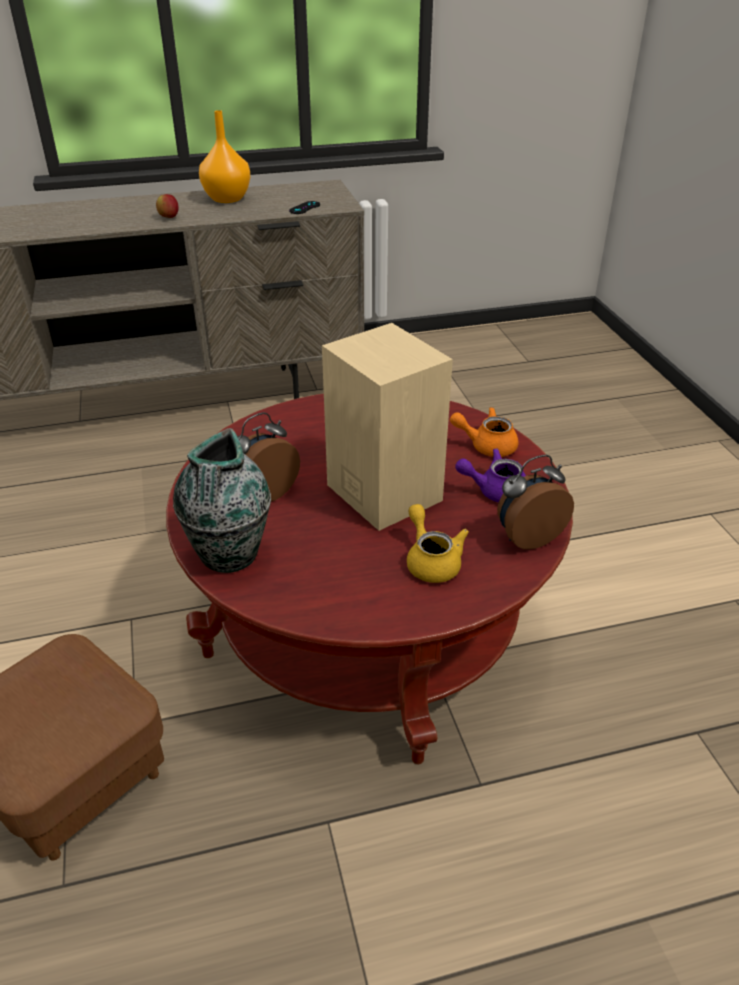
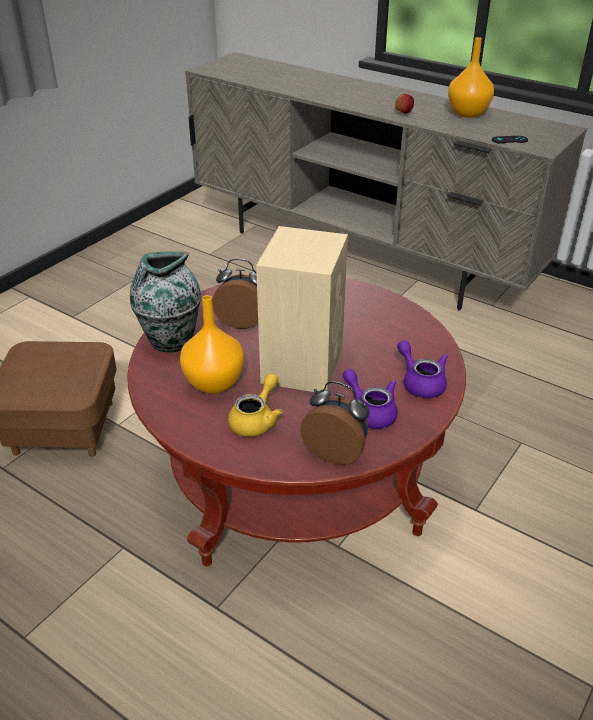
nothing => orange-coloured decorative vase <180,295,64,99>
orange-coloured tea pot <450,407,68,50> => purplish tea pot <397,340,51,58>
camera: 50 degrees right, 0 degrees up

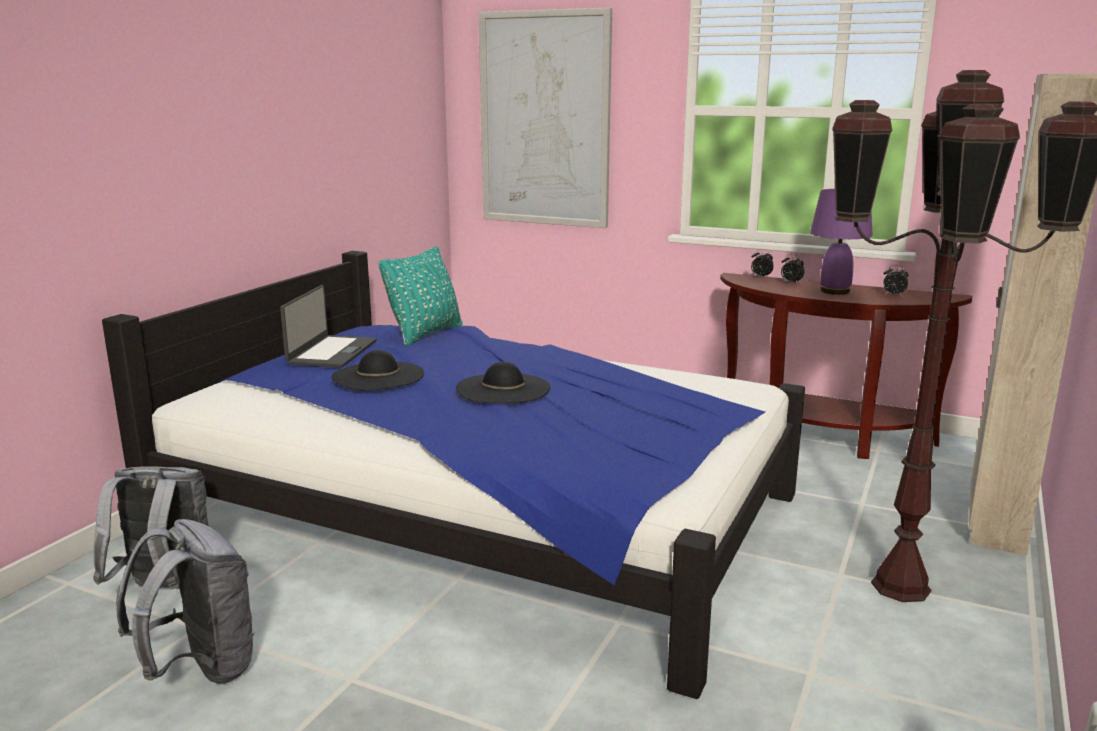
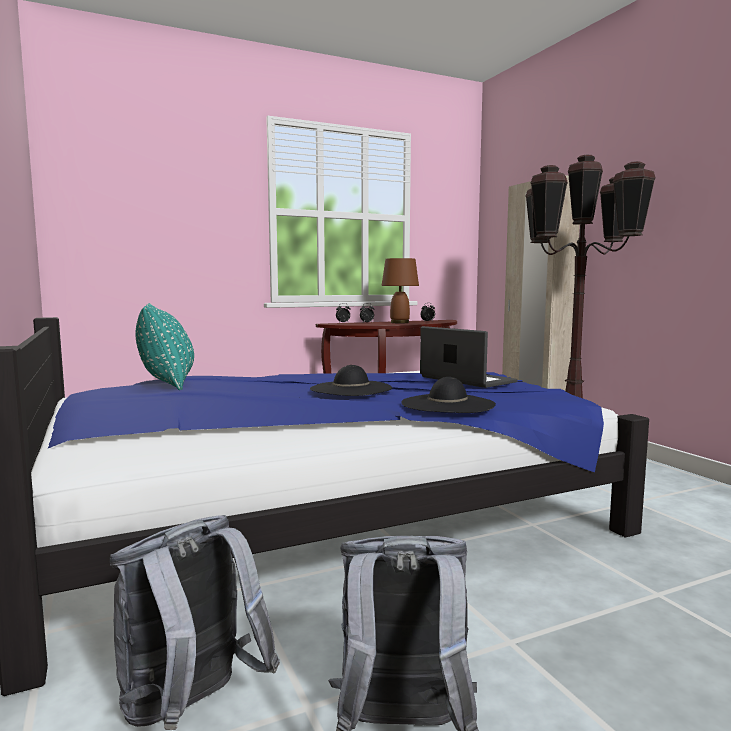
picture <479,8,133,220> => nothing
portable computer <280,285,97,83> => portable computer <420,326,98,62>, move
black-coloured hat <332,350,92,40> => black-coloured hat <401,377,95,36>, move
purplish table lamp <810,189,63,106> => brown-coloured table lamp <381,258,38,65>
camera: 50 degrees left, 10 degrees down

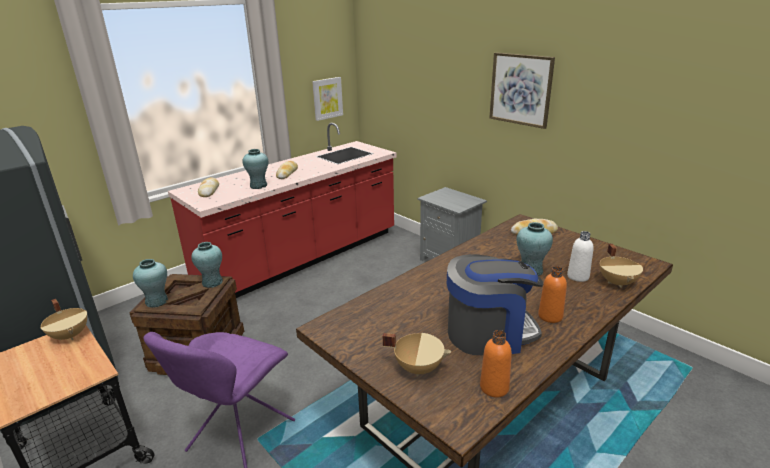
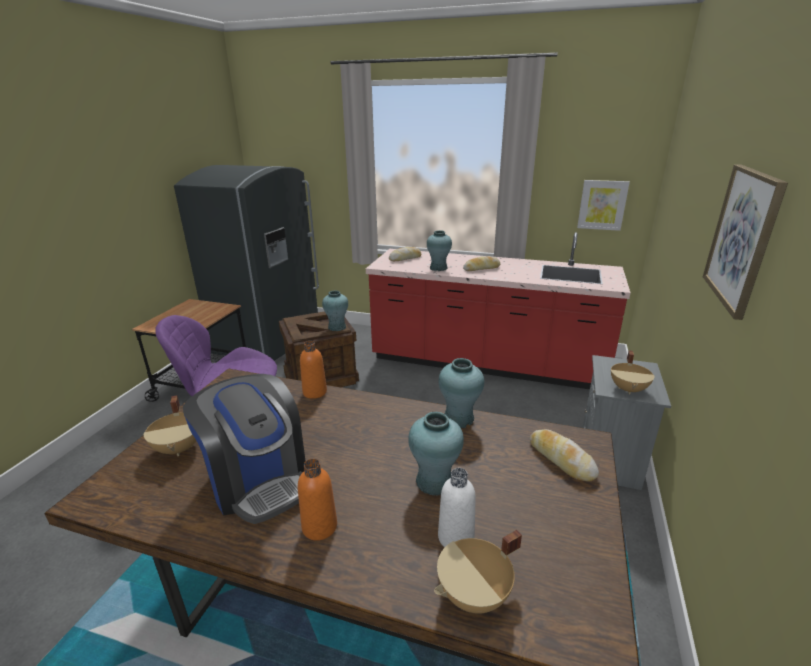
beige cooking pot <41,299,46,41> => beige cooking pot <611,351,44,43>, move
turquoise decorative vase <133,259,35,49> => turquoise decorative vase <439,358,45,70>, move
orange-coloured bottle <480,330,32,67> => orange-coloured bottle <300,341,27,58>, move
camera: 60 degrees right, 0 degrees up

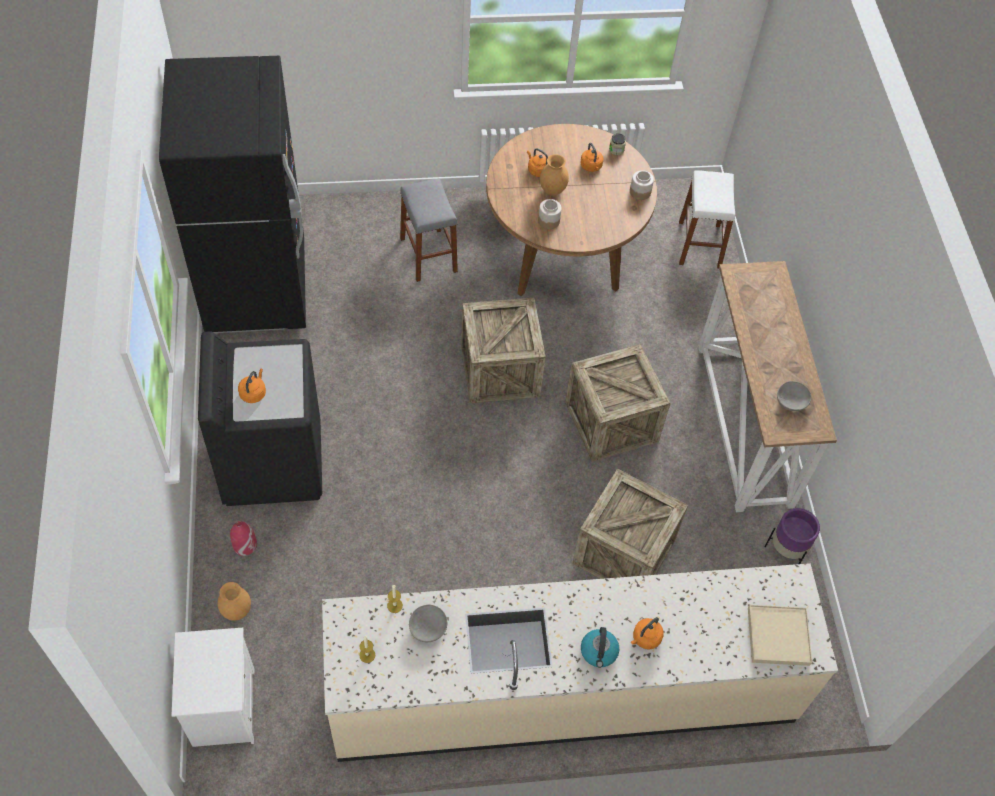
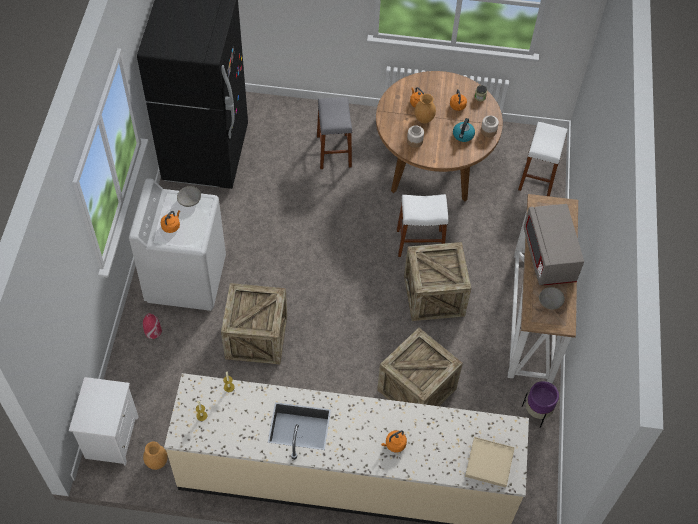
nothing => whitish stool seat <397,194,51,63>
nothing => greyish microwave oven <523,204,61,81>
brown-coloured decorative vase <217,582,34,39> => brown-coloured decorative vase <143,442,25,28>, move
greyish serving bowl <409,605,38,37> => greyish serving bowl <177,186,24,21>, move
packing crate <461,298,85,105> => packing crate <221,283,66,81>, move
kettle <581,627,38,41> => kettle <453,118,22,24>, move
black-coloured washing machine <198,331,124,175> => whitish washing machine <129,178,97,133>
camera: 15 degrees right, 0 degrees up

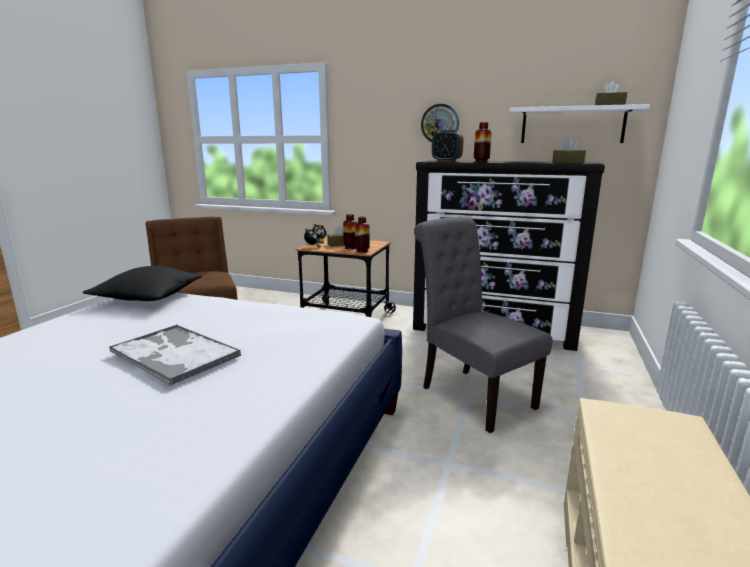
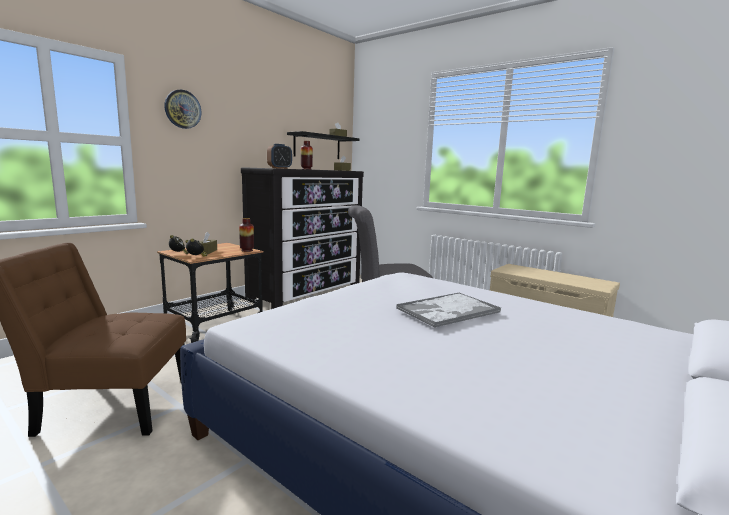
black-coloured pillow <82,266,121,35> => nothing
decorative vase <343,214,14,35> => nothing
hanging clock <421,104,38,38> => hanging clock <164,90,37,39>, move
whitish wall shelf <509,104,141,39> => black-coloured wall shelf <287,131,72,28>
camera: 70 degrees left, 5 degrees down

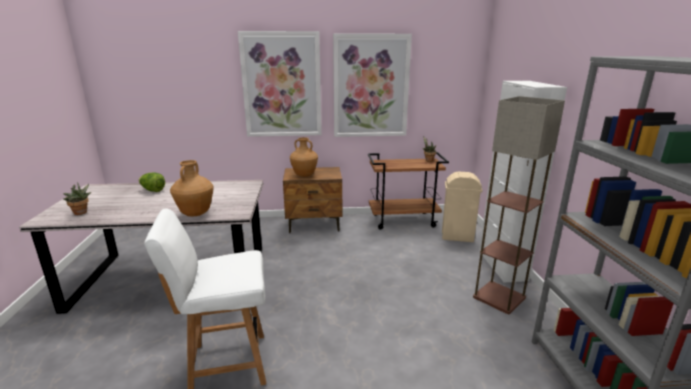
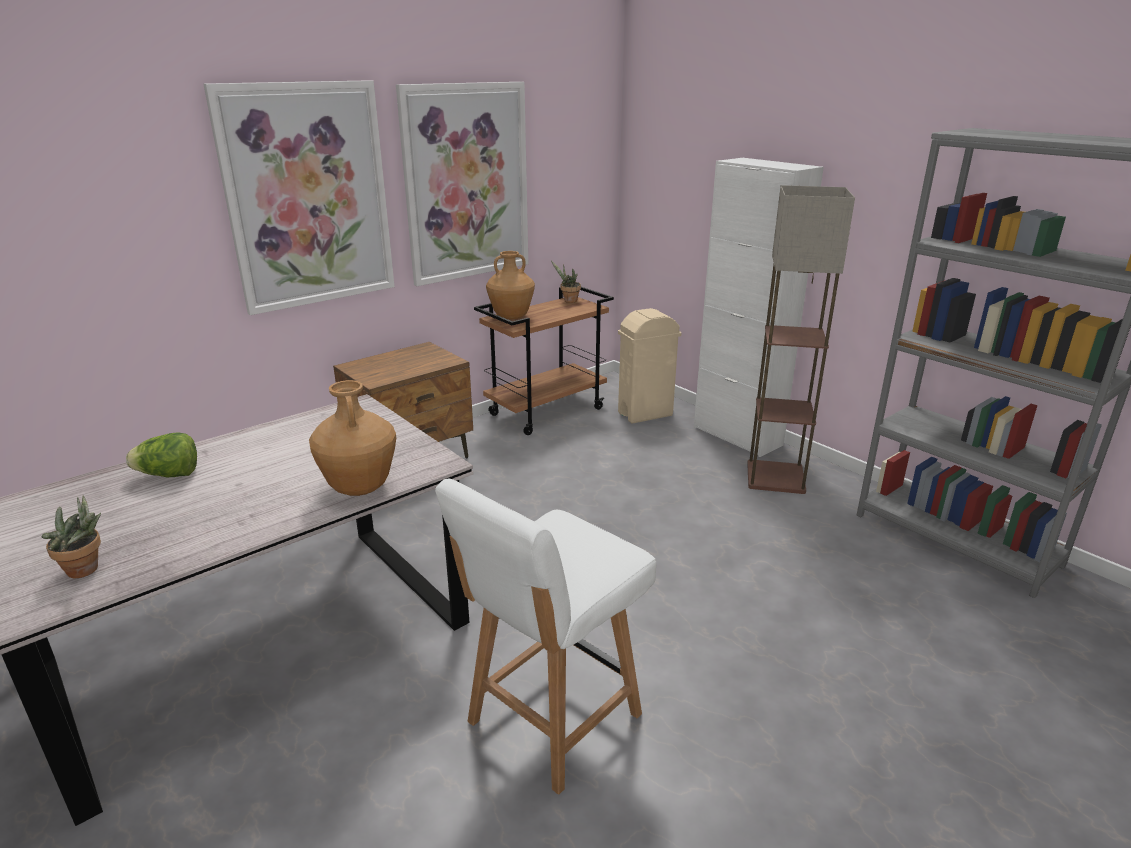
brown-coloured decorative vase <290,137,28,40> => brown-coloured decorative vase <486,251,49,68>, move
camera: 35 degrees left, 5 degrees up

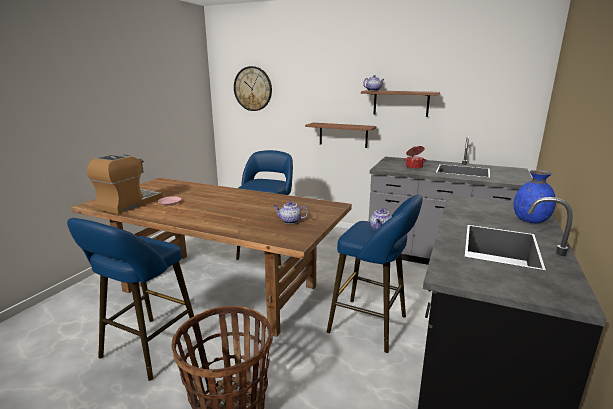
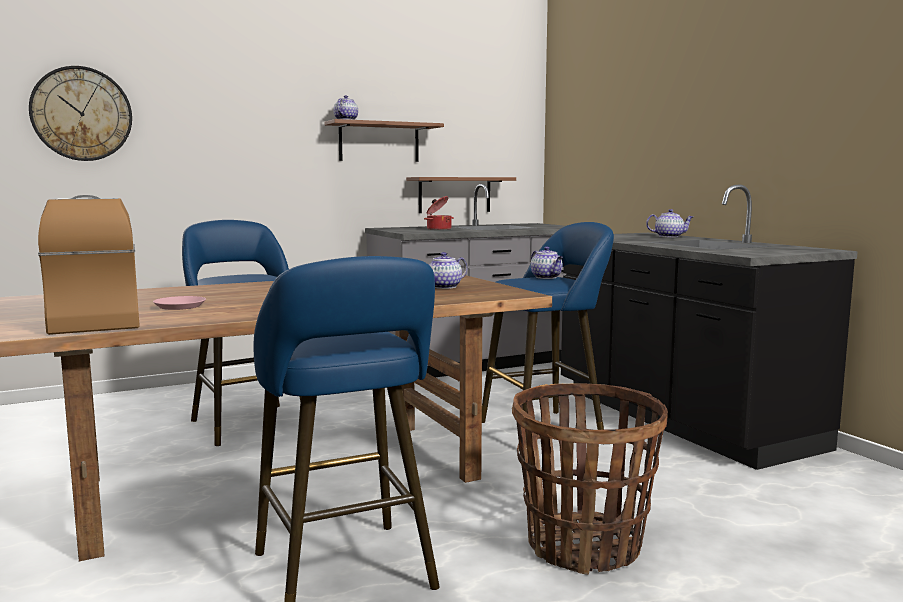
brown-coloured wall shelf <305,123,72,25> => brown-coloured wall shelf <406,177,110,36>, move
blue-coloured decorative vase <514,170,42,53> => tea pot <646,209,47,29>
camera: 50 degrees left, 10 degrees down

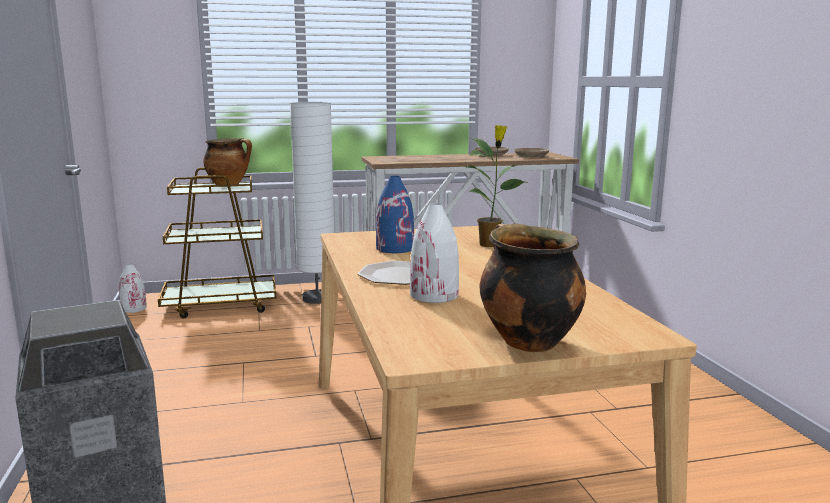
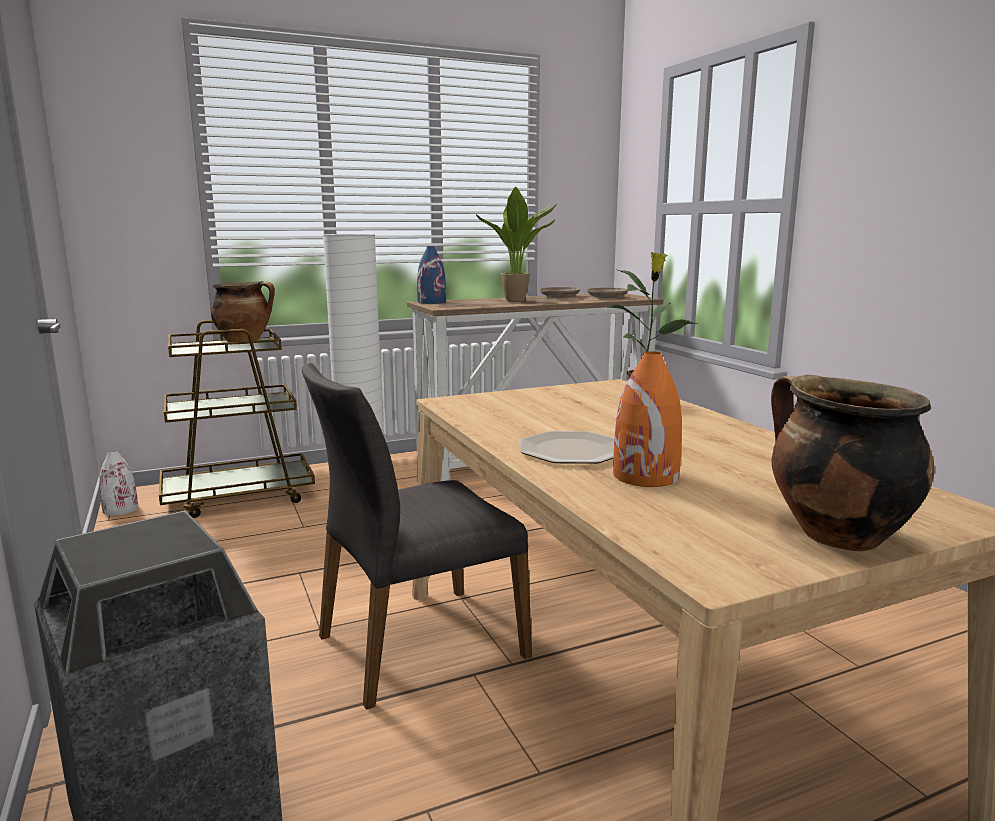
nothing => greyish plain chair <302,363,230,347>
nothing => potted plant <476,187,81,115>
blue-coloured decorative vase <376,176,38,77> => blue-coloured decorative vase <417,246,29,58>, move
whitish decorative vase <410,203,49,100> => orange-coloured decorative vase <613,351,69,136>
camera: 10 degrees left, 0 degrees up

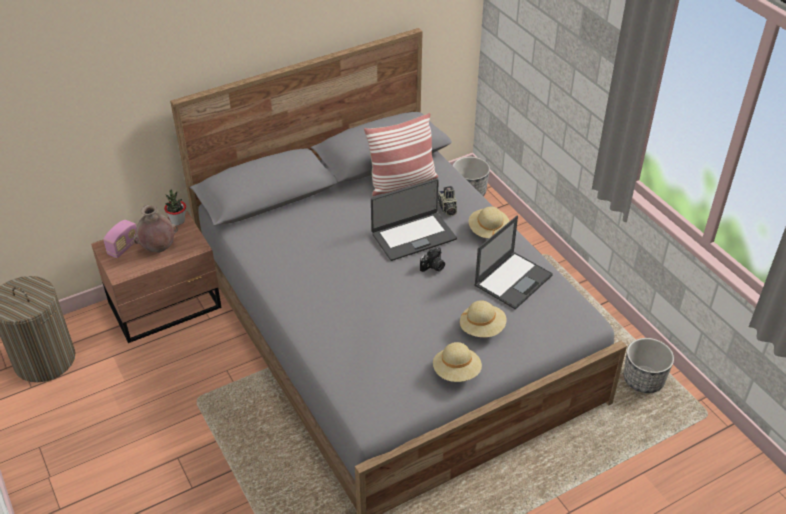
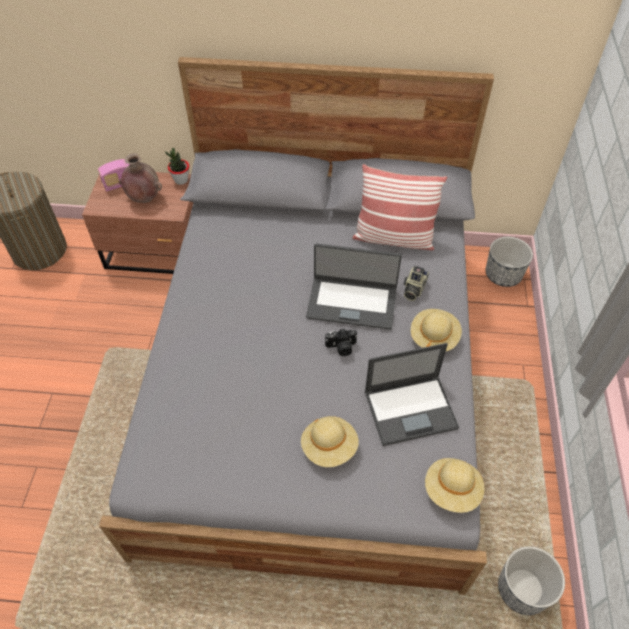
beige hat <433,342,49,40> => beige hat <425,458,59,55>, move
camera: 35 degrees right, 10 degrees up

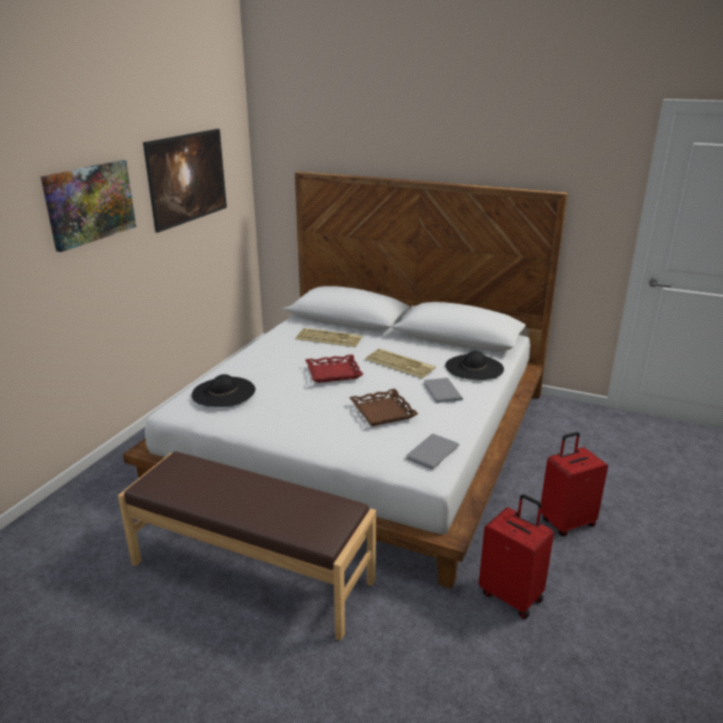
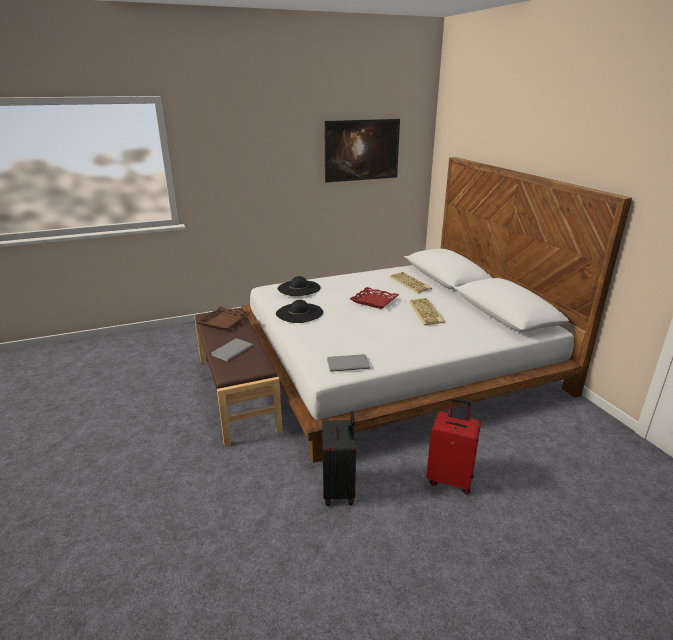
picture <41,160,95,92> => nothing
brown-coloured serving tray <349,389,69,37> => brown-coloured serving tray <197,306,54,25>, move
greyish volume <424,378,39,25> => greyish volume <211,338,42,23>, move
black-coloured hat <445,351,59,29> => black-coloured hat <276,300,47,23>, move
red piece of luggage <479,494,75,125> => black-coloured piece of luggage <322,411,34,95>
camera: 45 degrees right, 0 degrees up

